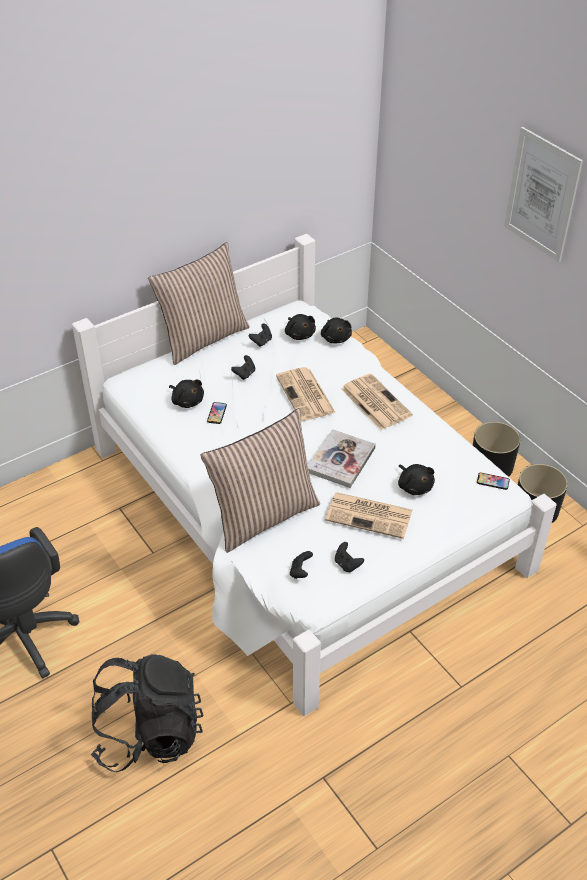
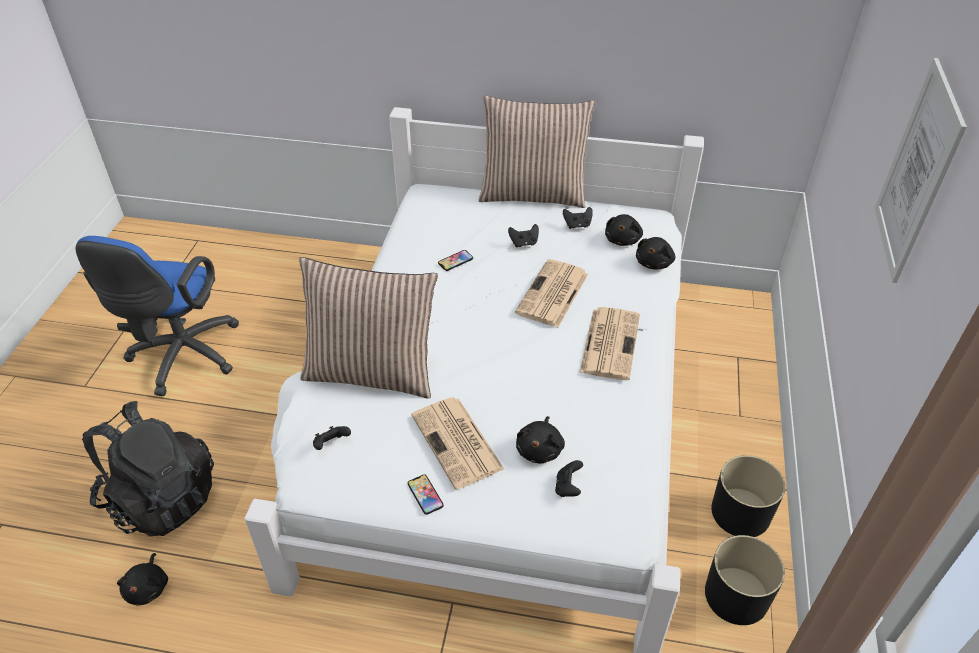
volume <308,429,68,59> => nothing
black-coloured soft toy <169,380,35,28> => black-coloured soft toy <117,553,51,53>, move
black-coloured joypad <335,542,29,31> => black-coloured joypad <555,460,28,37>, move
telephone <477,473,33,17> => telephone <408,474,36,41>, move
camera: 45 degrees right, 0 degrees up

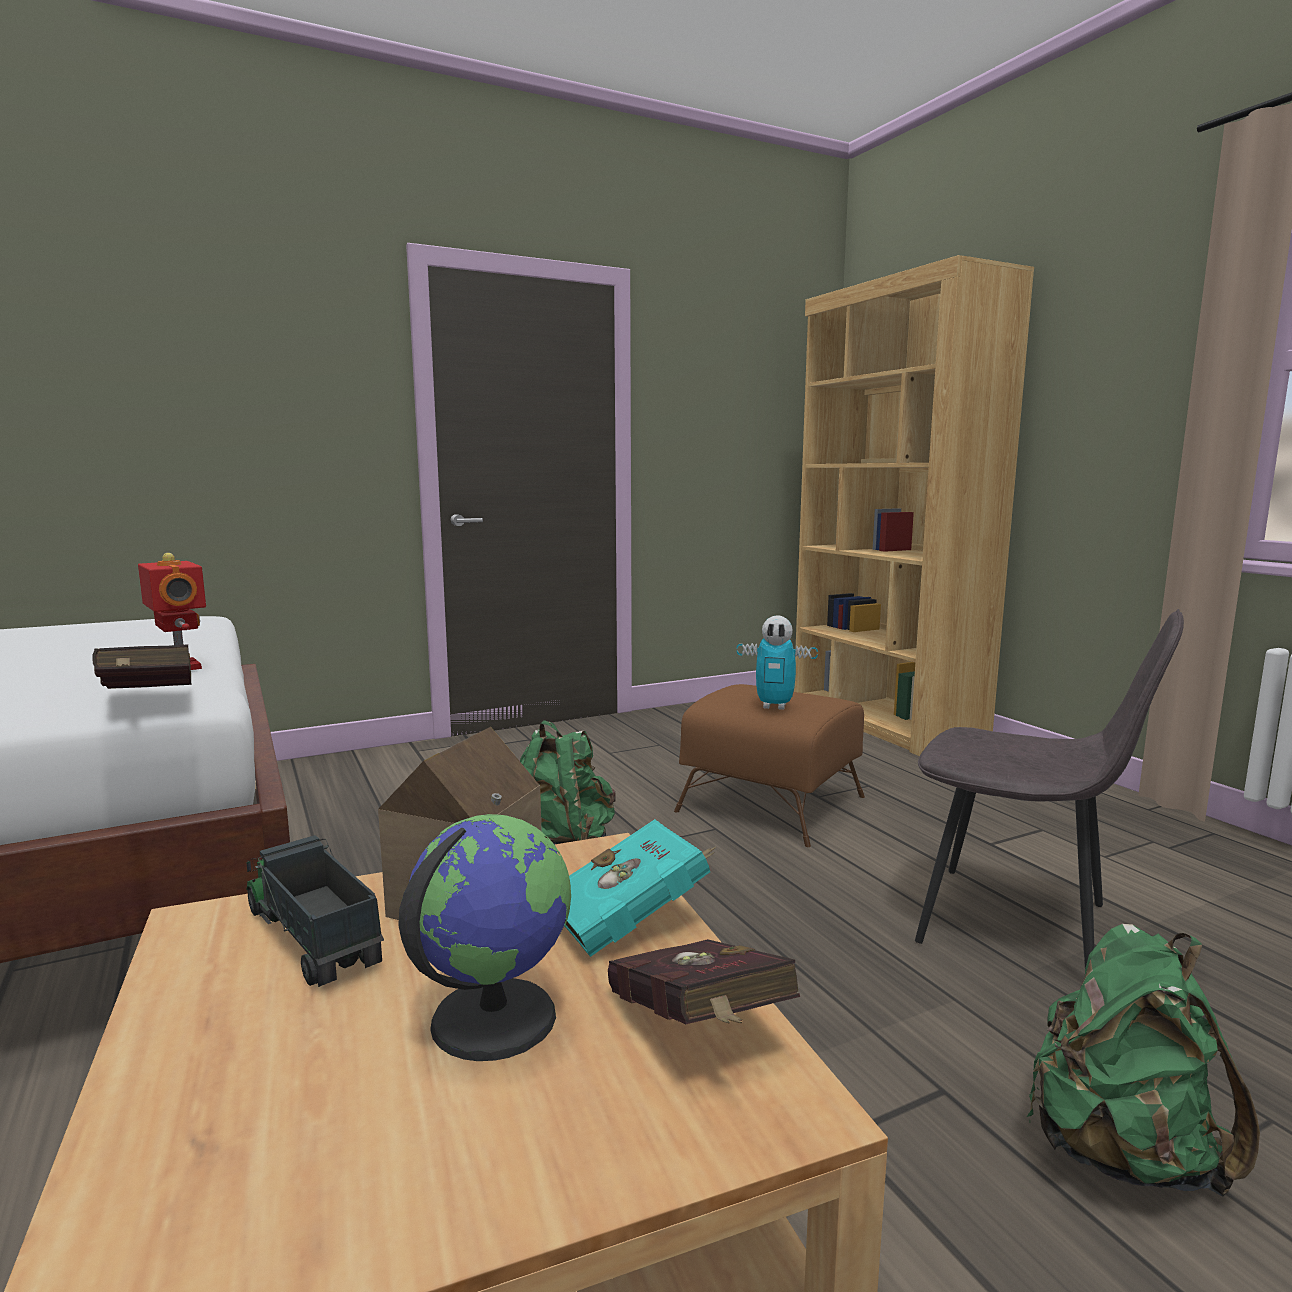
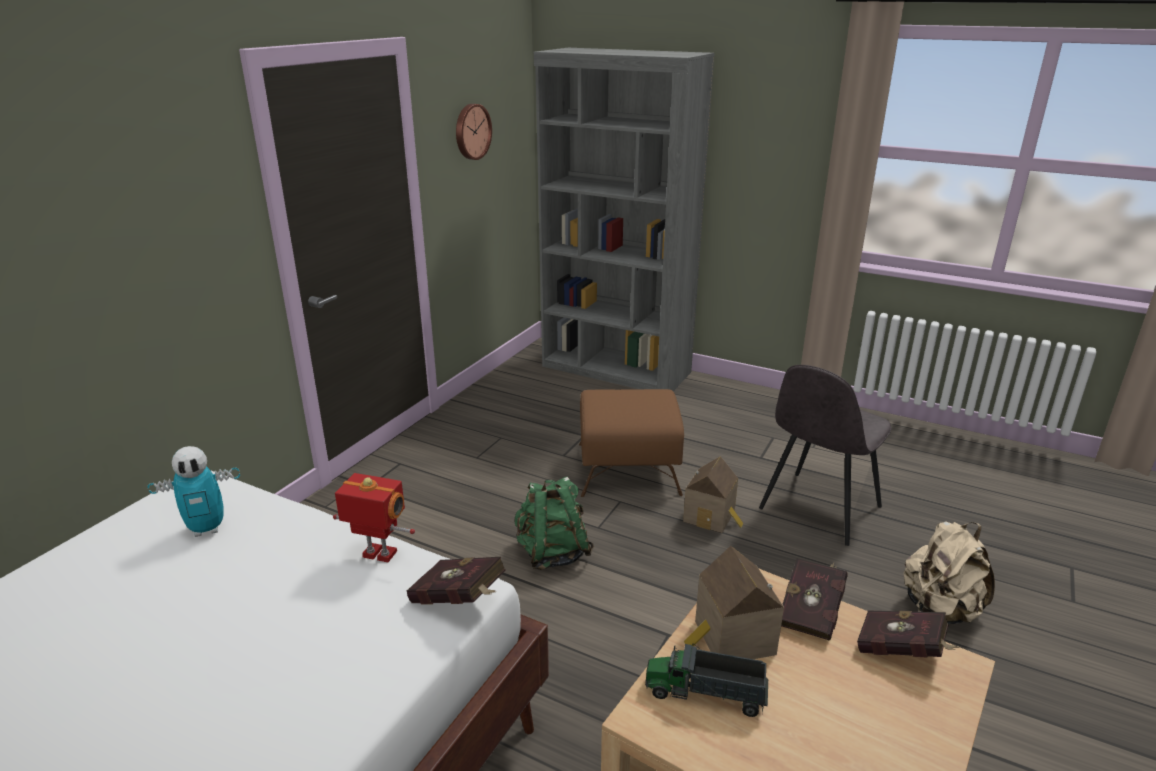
globe <398,814,173,247> => nothing
nothing => hanging clock <456,104,36,56>
nothing => miniature house <683,456,61,77>
toy robot <737,615,81,95> => toy robot <147,446,93,91>, move
turquoise volume <564,819,152,138> => red volume <781,558,67,83>
brown-coloured bookshelf <794,255,240,501> => greyish bookshelf <534,48,180,343>
greenish knapsack <1027,924,233,273> => beige knapsack <903,521,92,103>
greyish plain chair <915,609,269,359> => greyish plain chair <759,365,132,181>, 135 degrees clockwise
camera: 35 degrees left, 15 degrees up

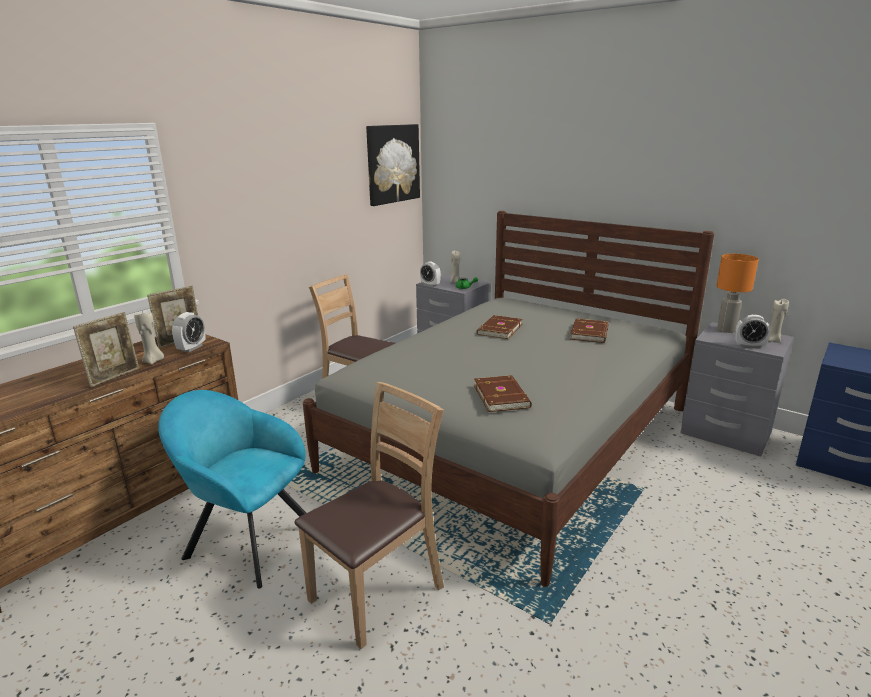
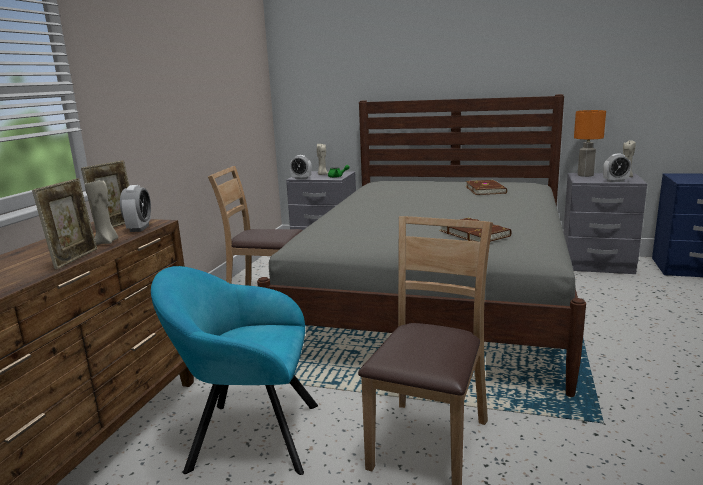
picture <366,124,54,82> => nothing
brown-coloured volume <477,315,46,24> => nothing
camera: 20 degrees left, 5 degrees down

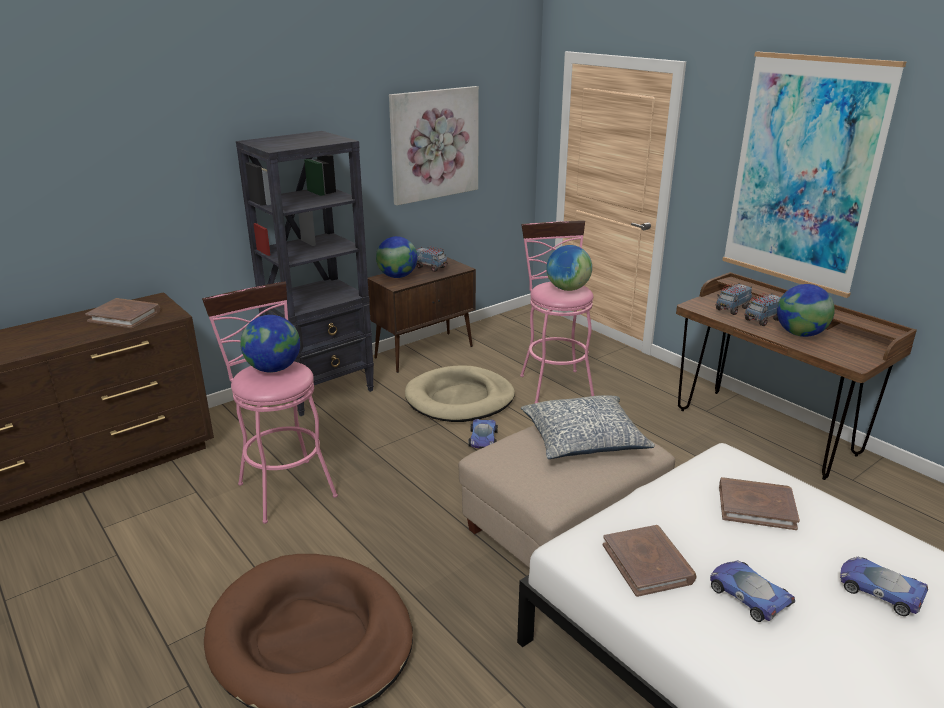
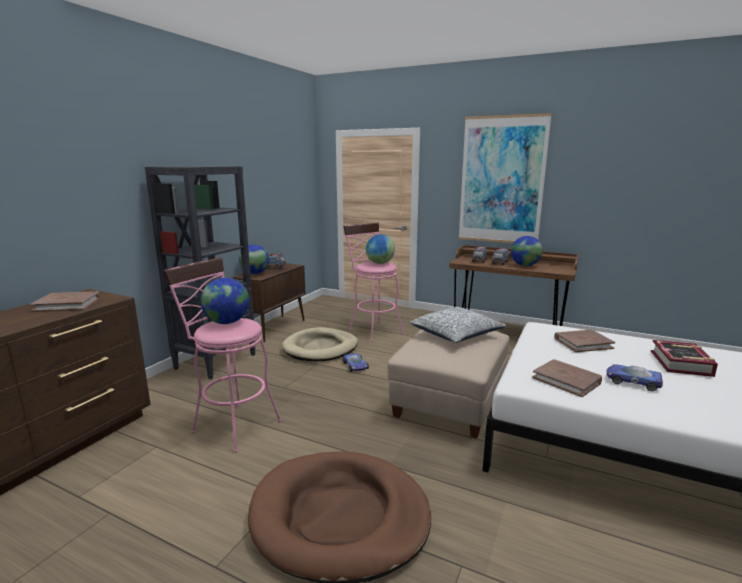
picture <389,86,90,119> => nothing
miniature car <840,557,88,59> => volume <651,340,67,37>
camera: 25 degrees left, 10 degrees down

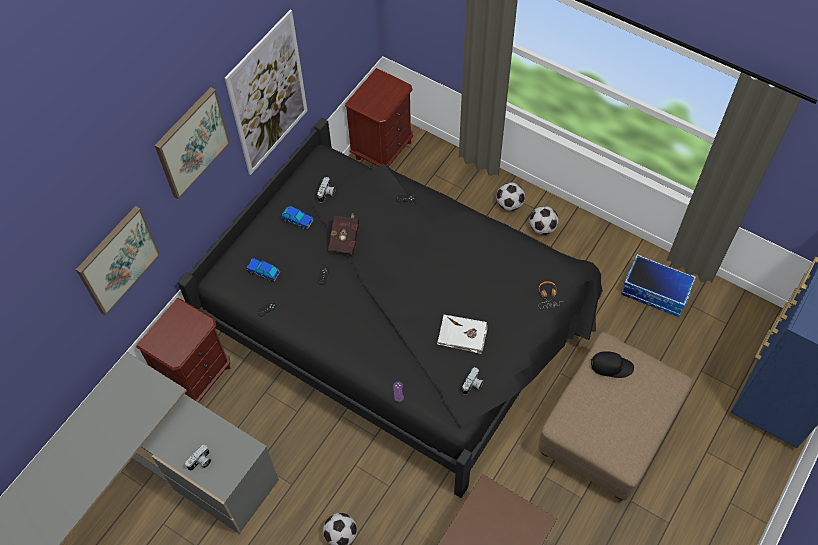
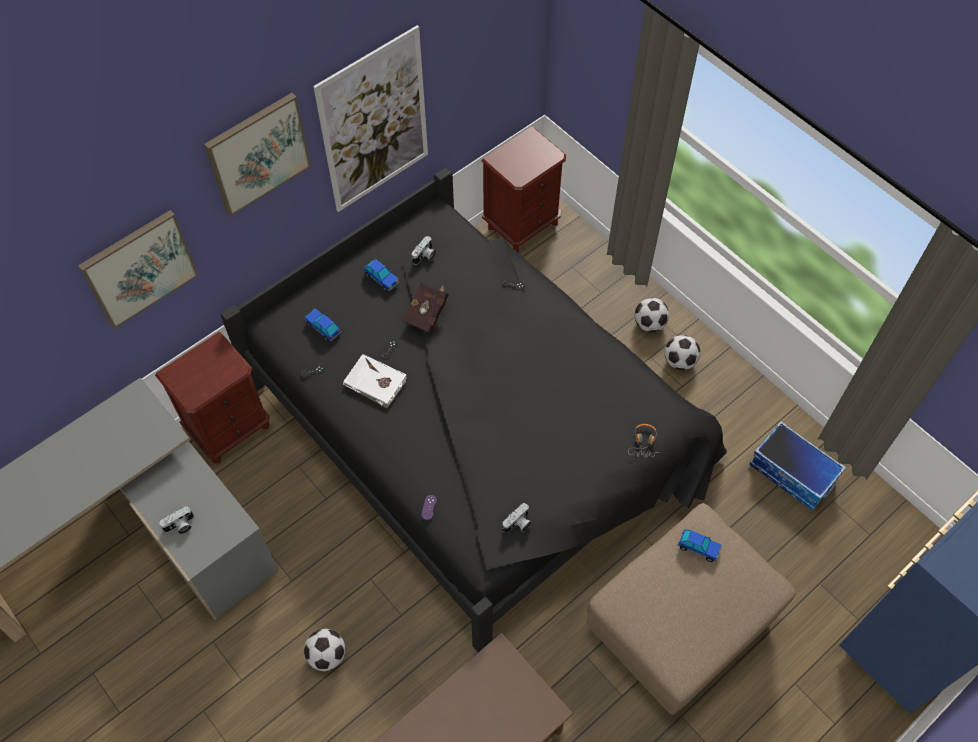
whitish volume <437,315,51,39> => whitish volume <343,354,64,54>, move
black-coloured cap <591,352,43,26> => miniature car <678,529,44,33>
camera: 15 degrees right, 0 degrees up

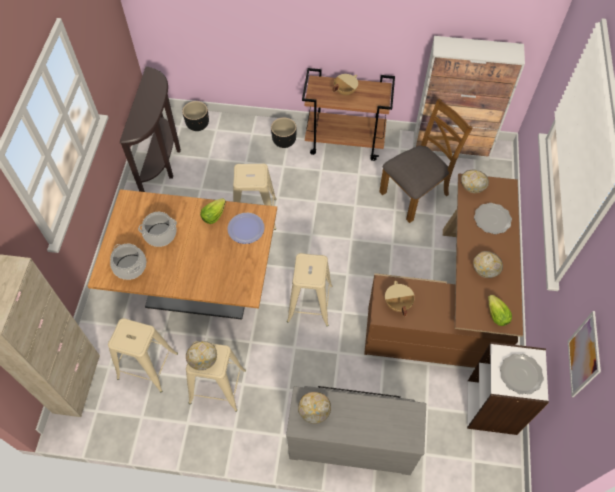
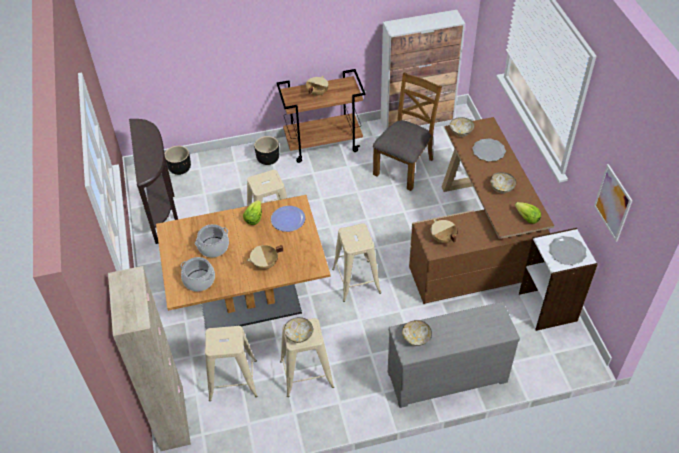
nothing => beige cooking pot <247,245,36,24>
camera: 20 degrees left, 10 degrees down

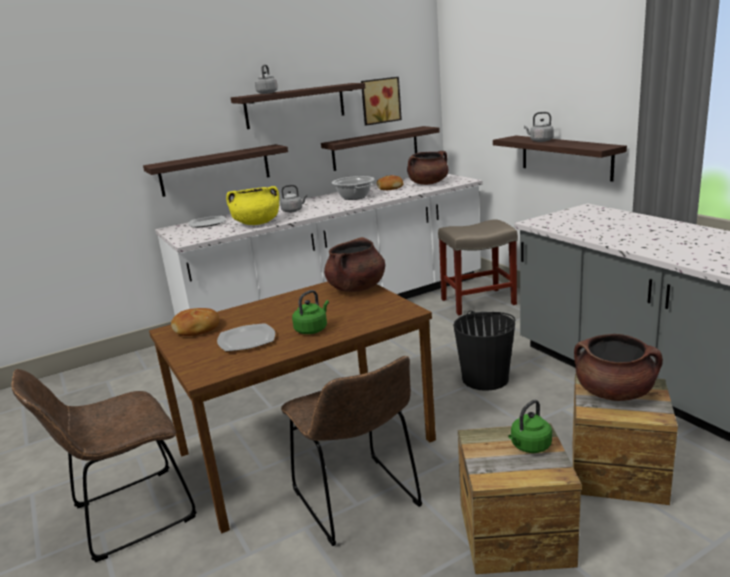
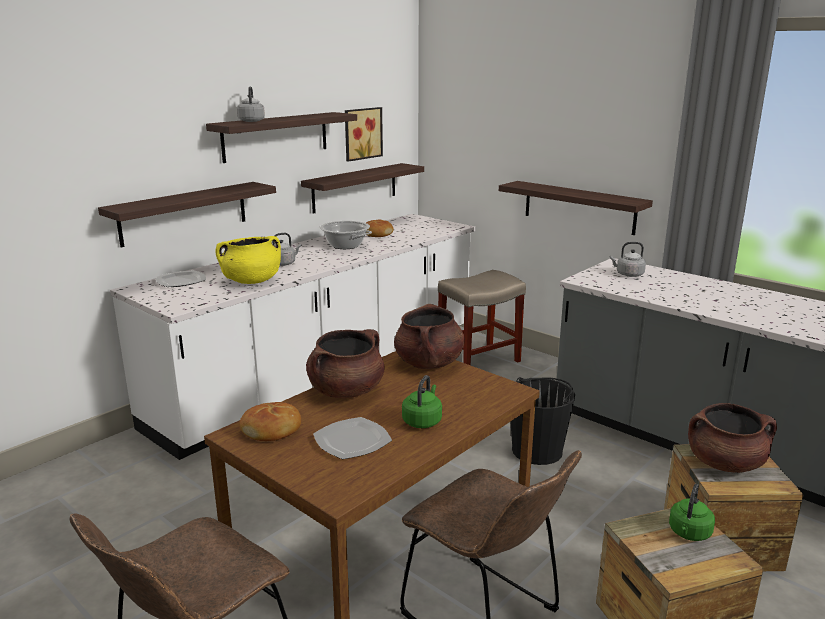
brown-coloured cooking pot <407,151,41,34> => brown-coloured cooking pot <306,329,78,69>, move
greyish kettle <524,112,30,30> => greyish kettle <610,242,36,35>, move
camera: 20 degrees left, 0 degrees up

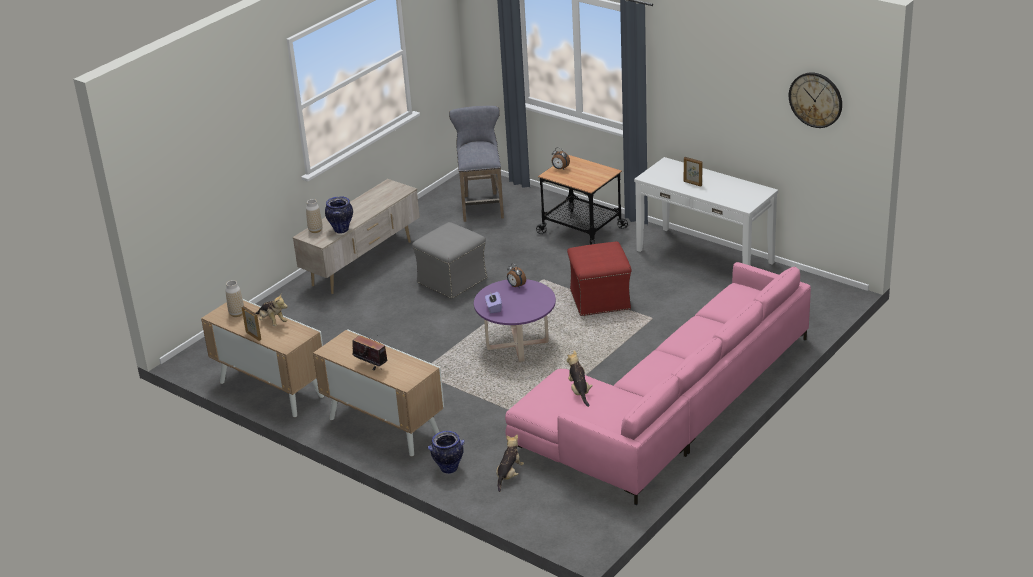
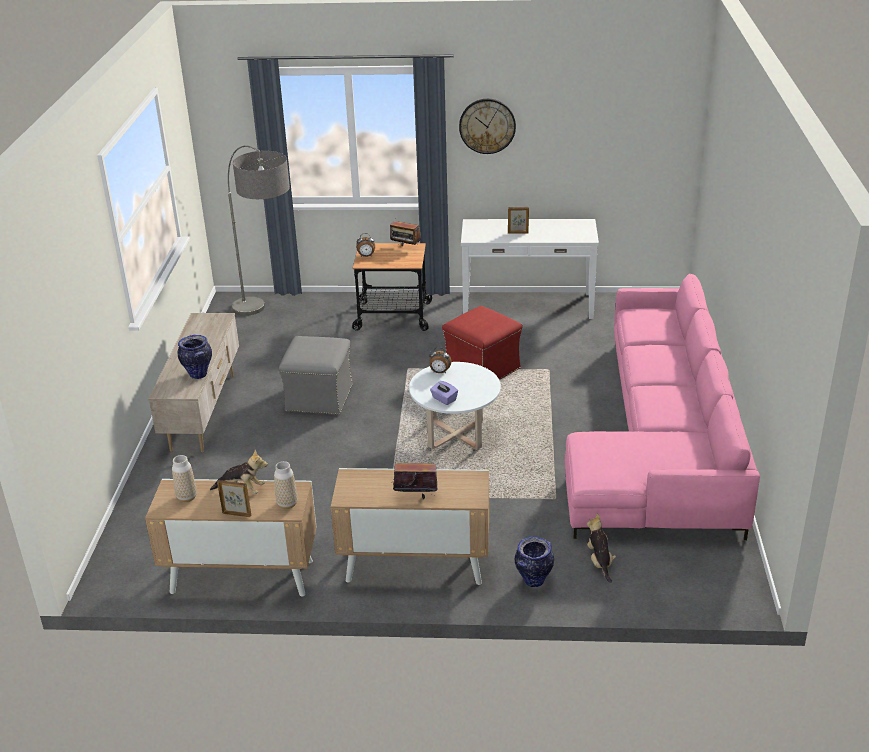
soft toy <566,350,27,57> => nothing
nothing => radio receiver <390,218,31,28>
decorative vase <306,199,17,34> => decorative vase <274,461,24,48>, move
hanging clock <789,72,53,56> => hanging clock <459,99,57,55>, move
greyish stool seat <449,106,55,116> => standard lamp <228,146,62,170>
purplish low table <474,279,82,83> => whitish low table <409,362,92,88>
camera: 35 degrees left, 0 degrees up

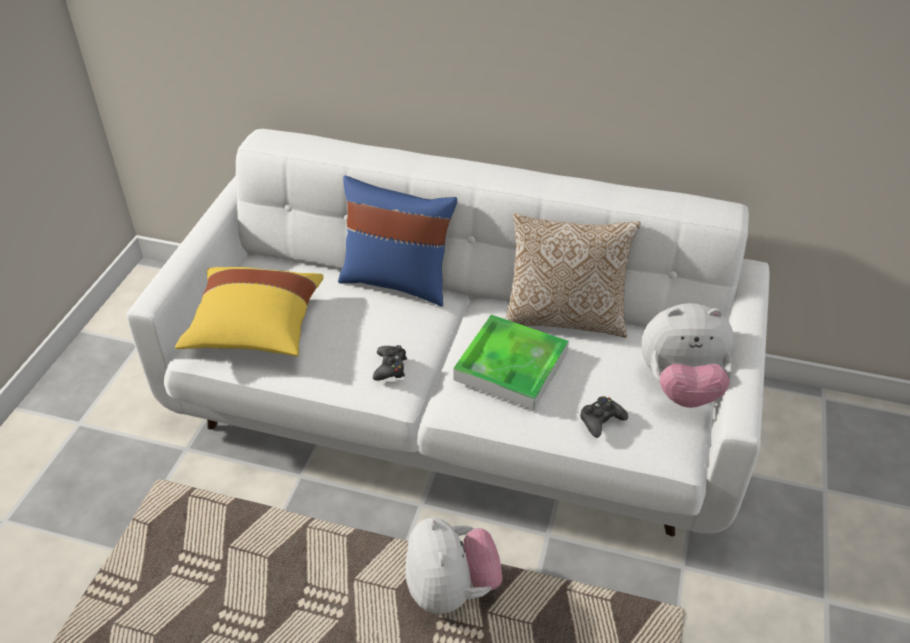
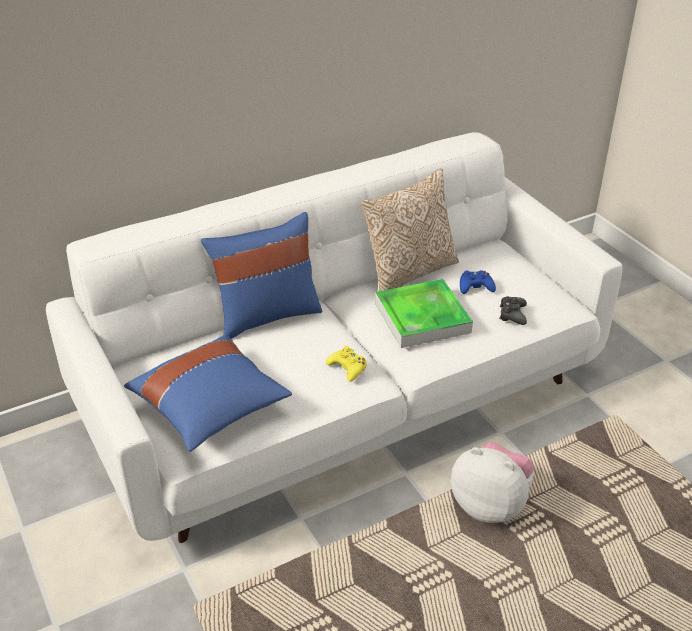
soft toy <641,303,93,105> => nothing
nothing => blue-coloured joypad <460,270,36,24>
yellowish pillow <175,267,149,89> => blue-coloured pillow <124,334,168,118>
black-coloured joypad <373,345,34,36> => yellowish joypad <326,346,41,36>
camera: 45 degrees left, 5 degrees down

